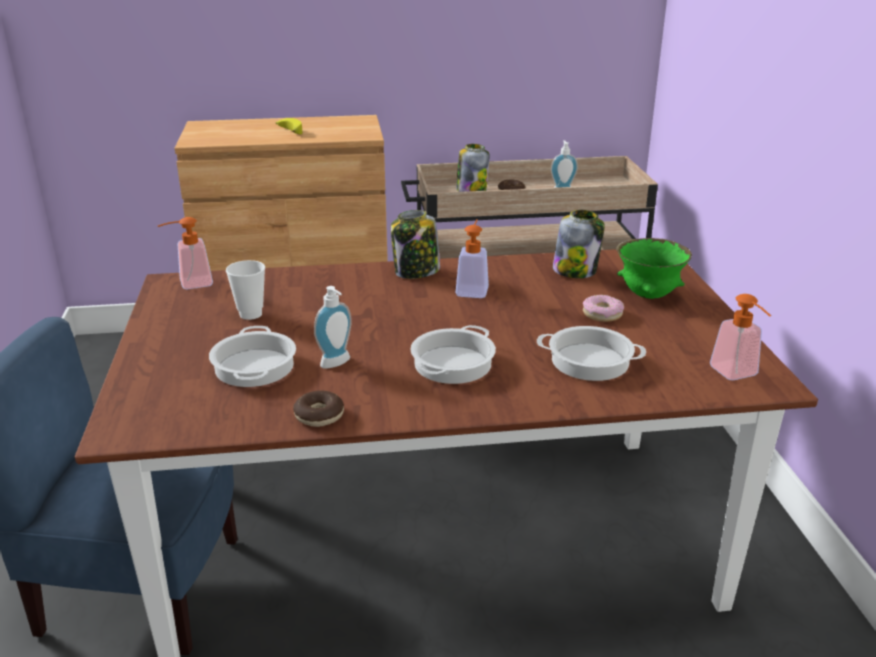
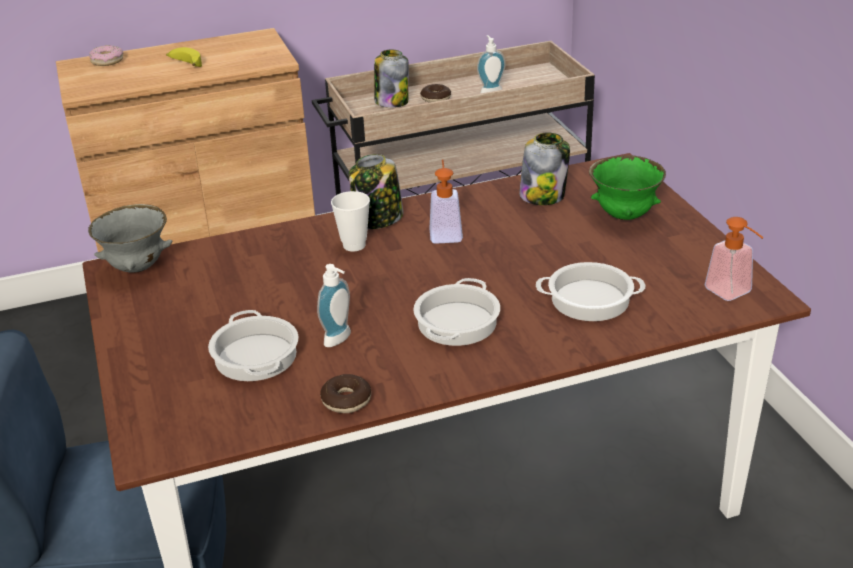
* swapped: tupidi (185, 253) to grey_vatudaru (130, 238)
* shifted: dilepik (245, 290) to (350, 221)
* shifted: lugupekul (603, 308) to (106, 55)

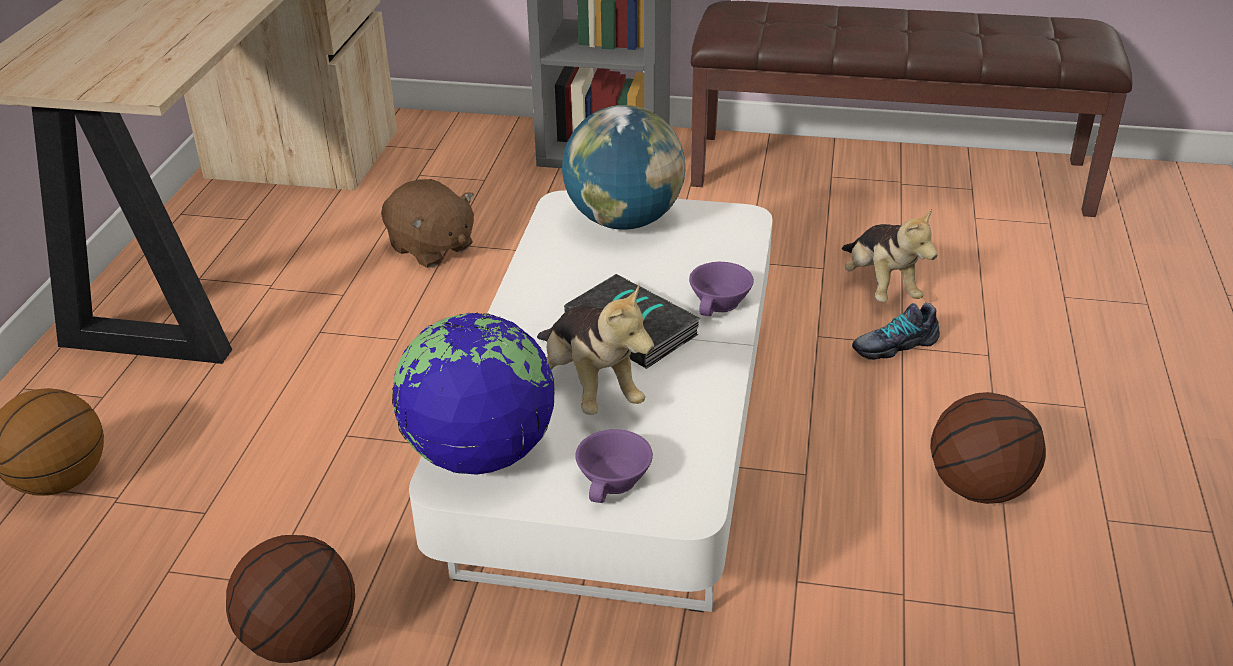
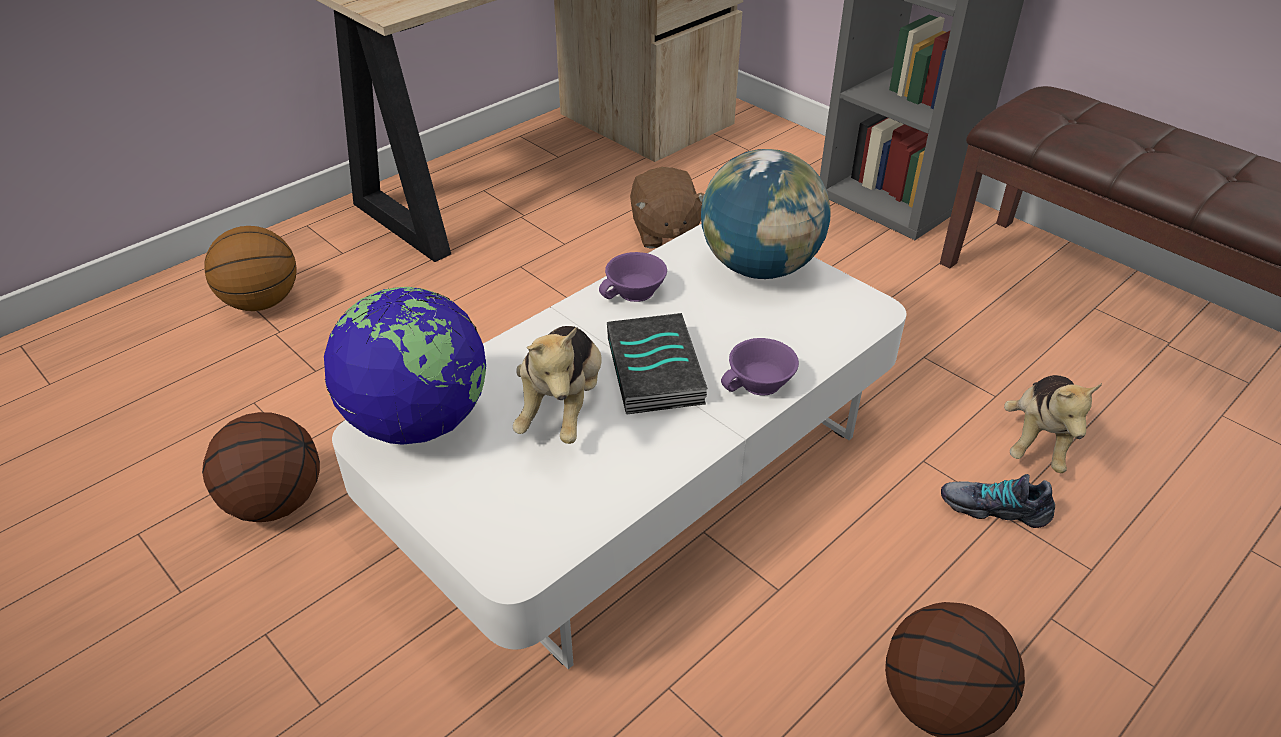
* shifted: purple_dilepik (614, 466) to (633, 277)

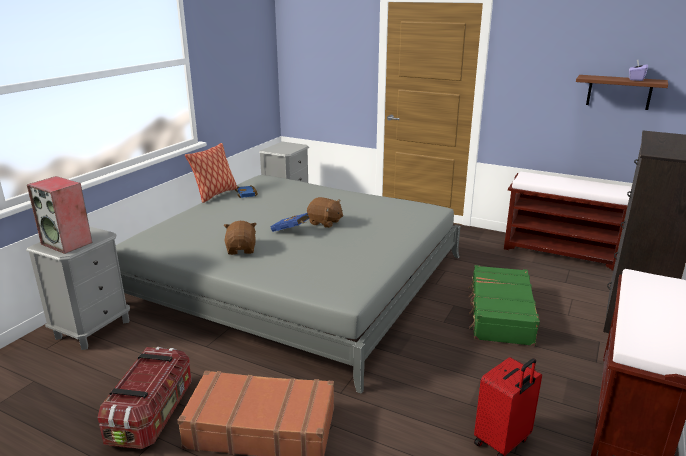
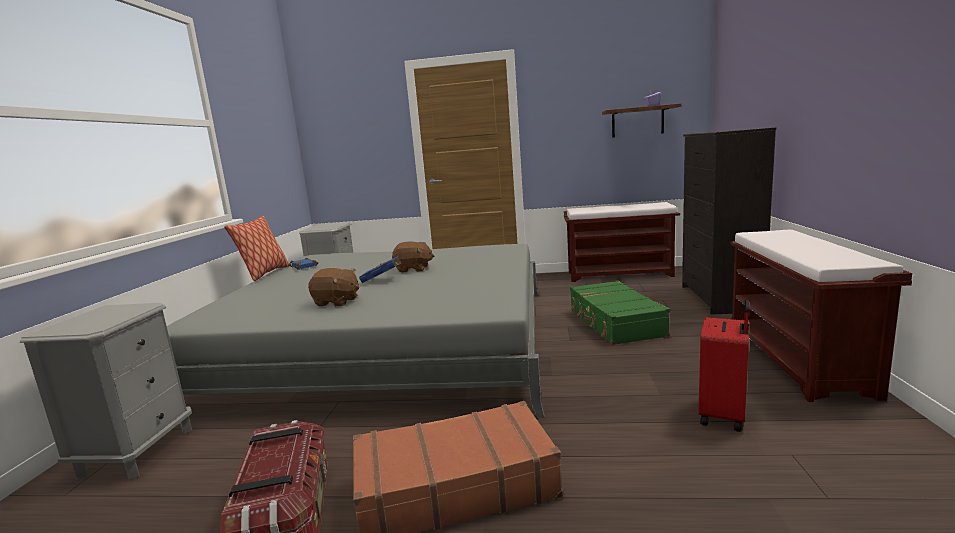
* gone: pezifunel (59, 215)
* rotated: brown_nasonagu (240, 238) = (333, 287) 135 degrees clockwise

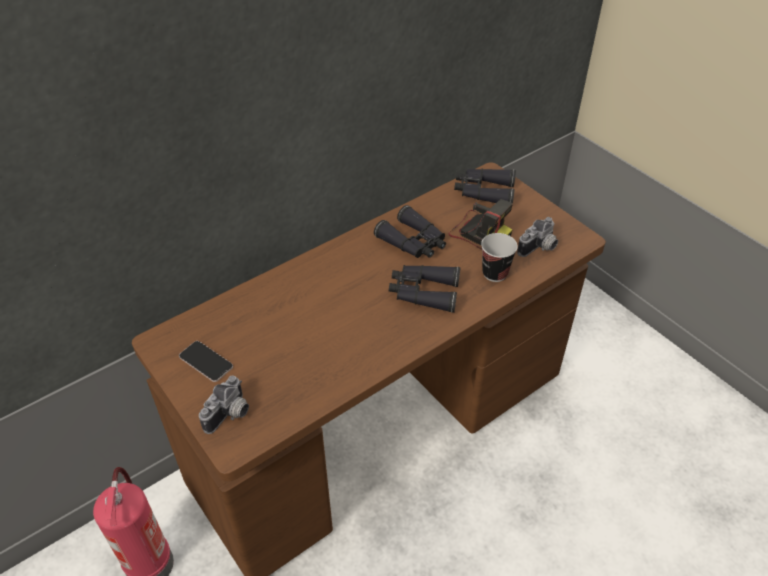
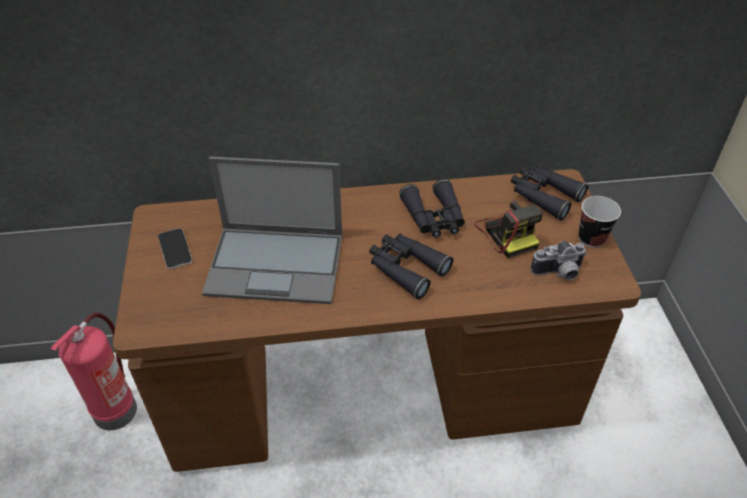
* shifted: dilepik (499, 257) to (600, 222)
* gone: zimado (224, 404)
* new: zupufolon (272, 230)

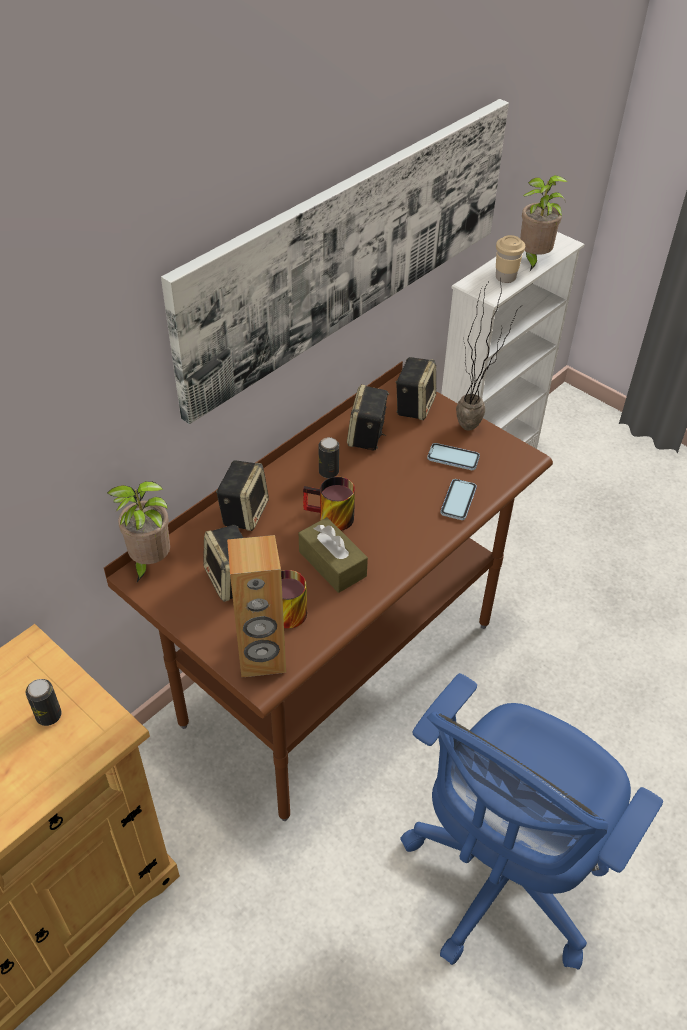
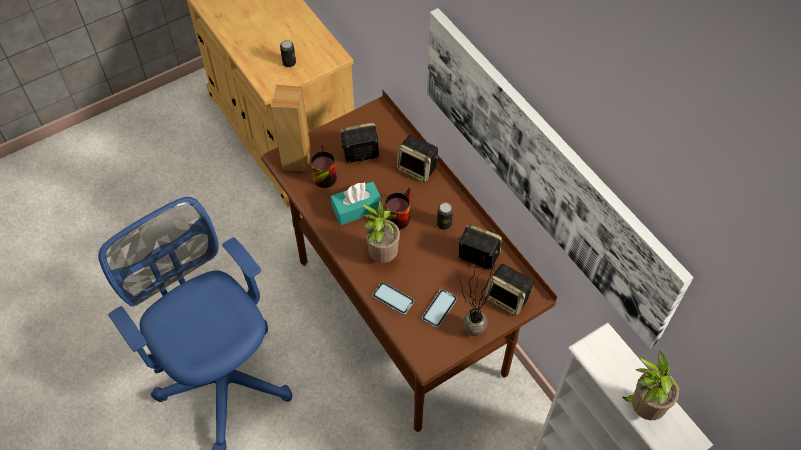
* gone: beige_dilepik (510, 259)
* shifted: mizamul (138, 531) to (381, 231)
* repainted: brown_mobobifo (333, 555) to turquoise_mobobifo (356, 203)

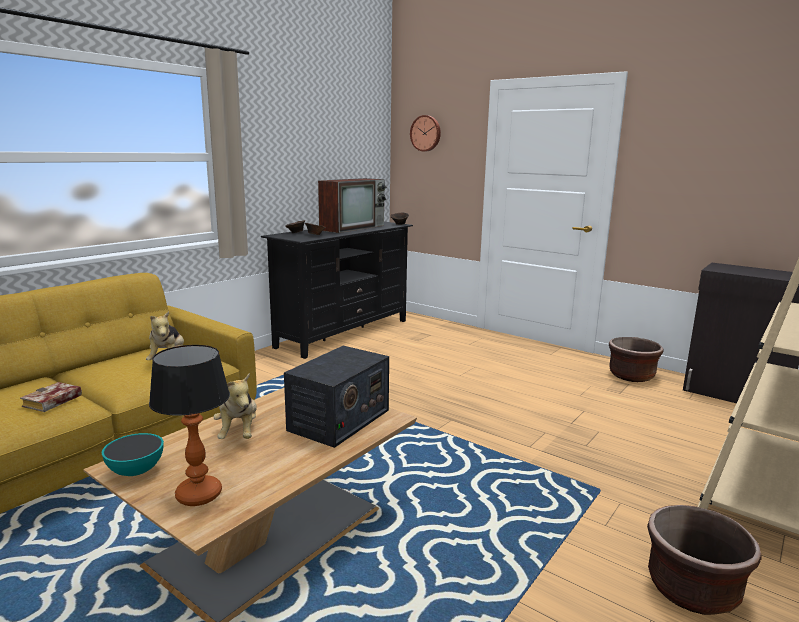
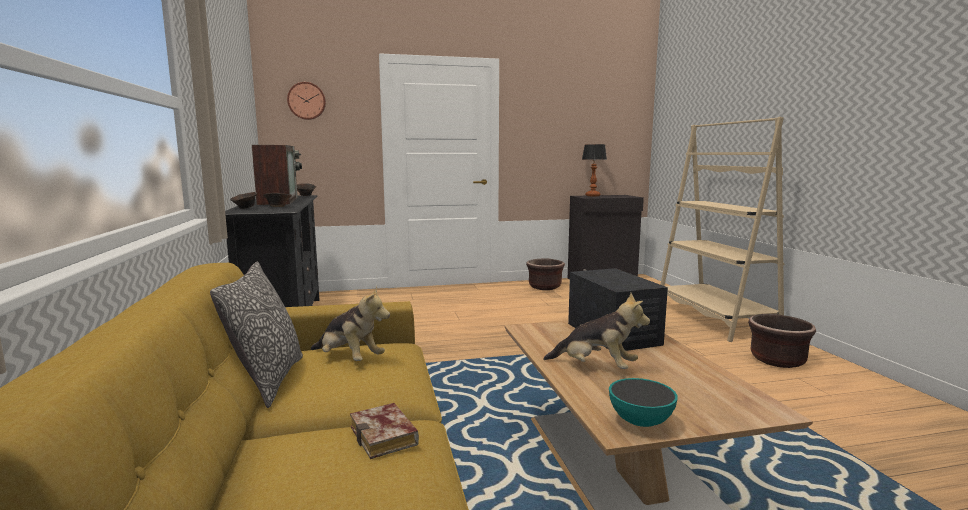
* shifted: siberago (189, 425) to (594, 170)
* new: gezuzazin (256, 335)

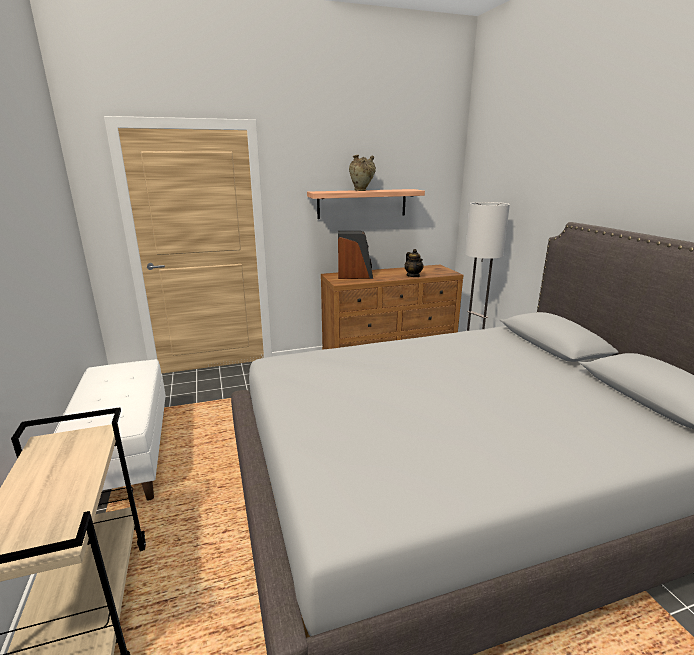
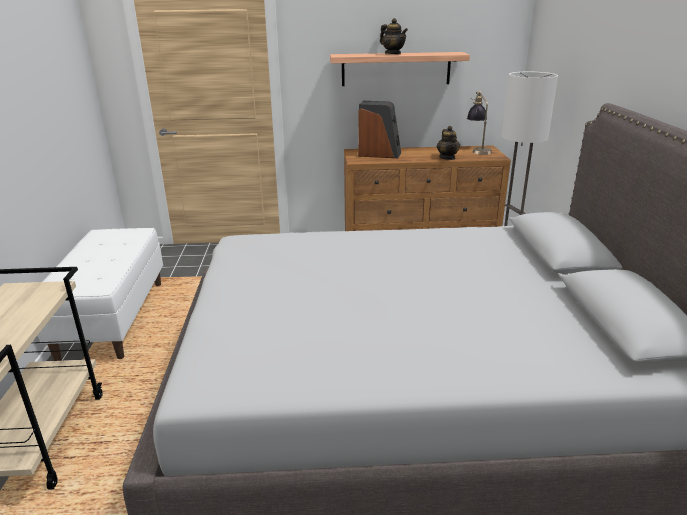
* swapped: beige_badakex (362, 173) to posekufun (394, 36)
* new: siberago (479, 123)

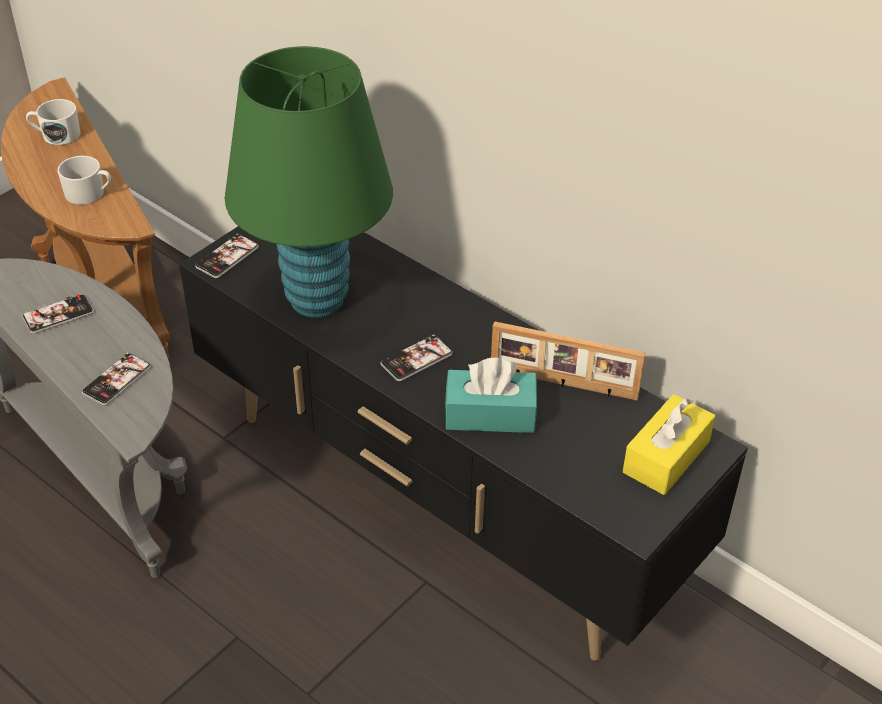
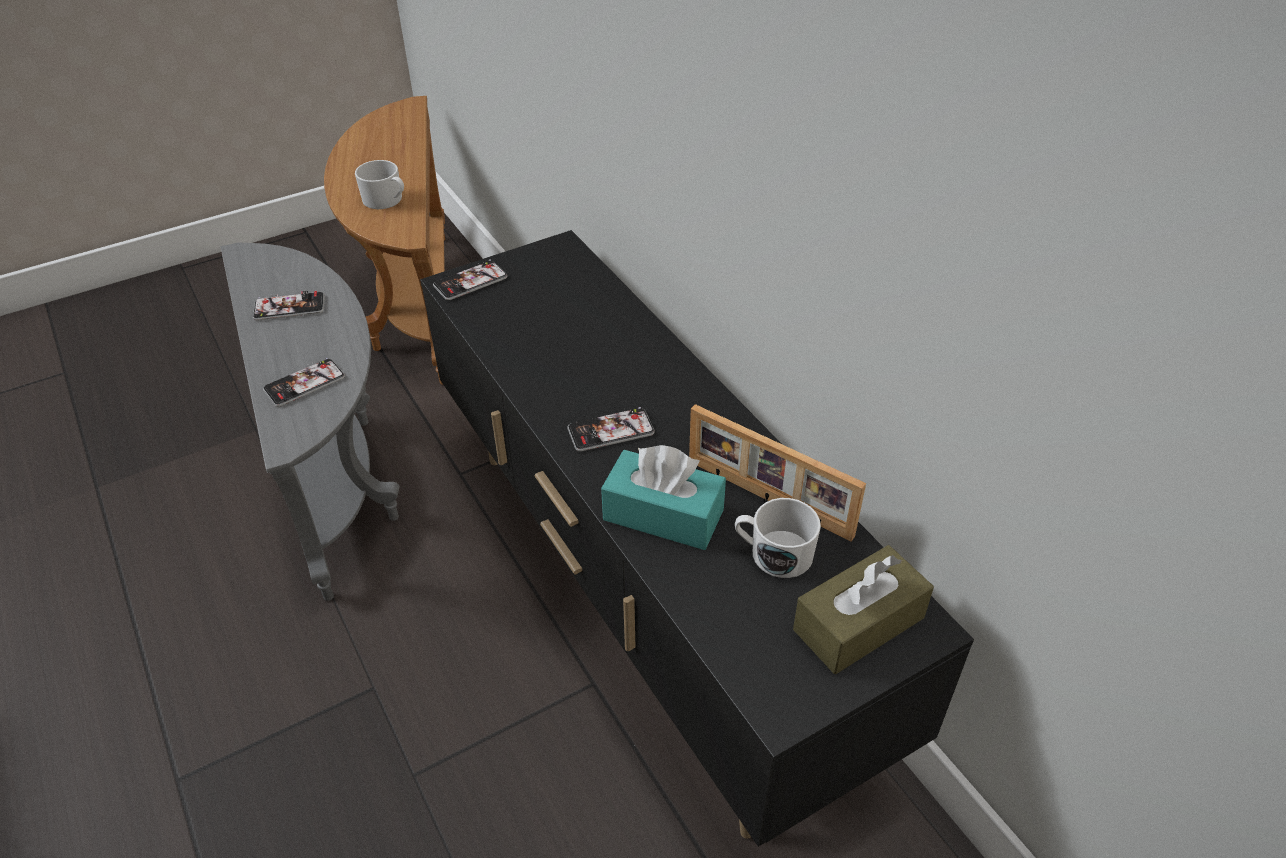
* gone: green_siberago (309, 182)
* shifted: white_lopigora (53, 122) to (778, 538)
* repainted: yellow_mobobifo (669, 444) to brown_mobobifo (863, 609)

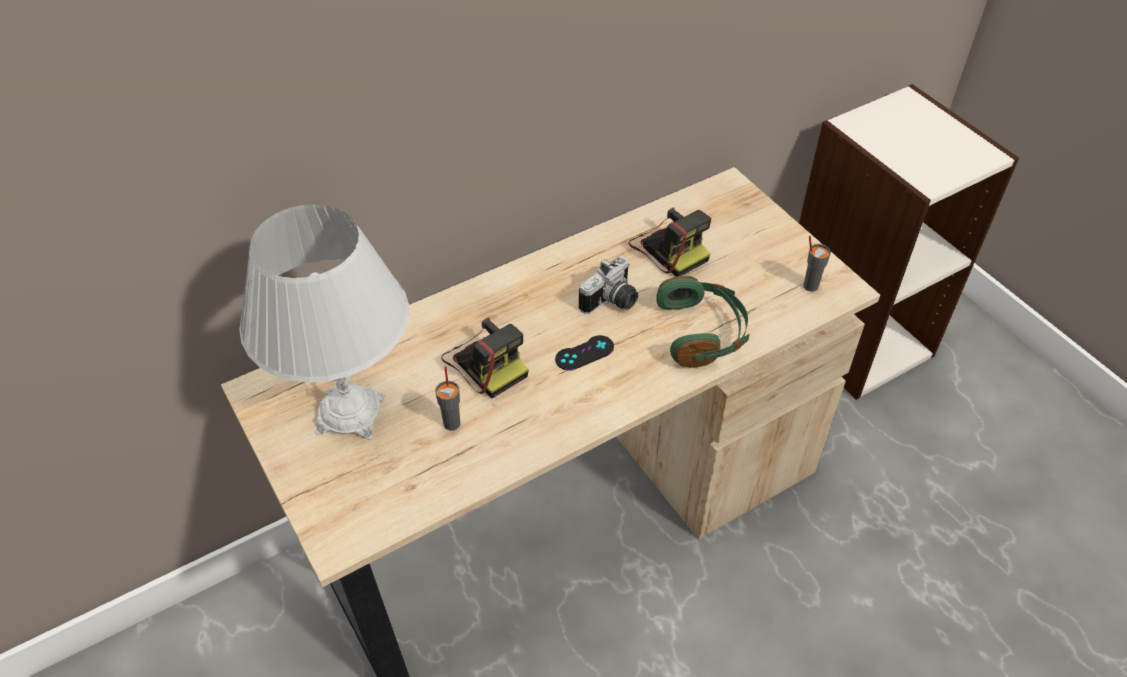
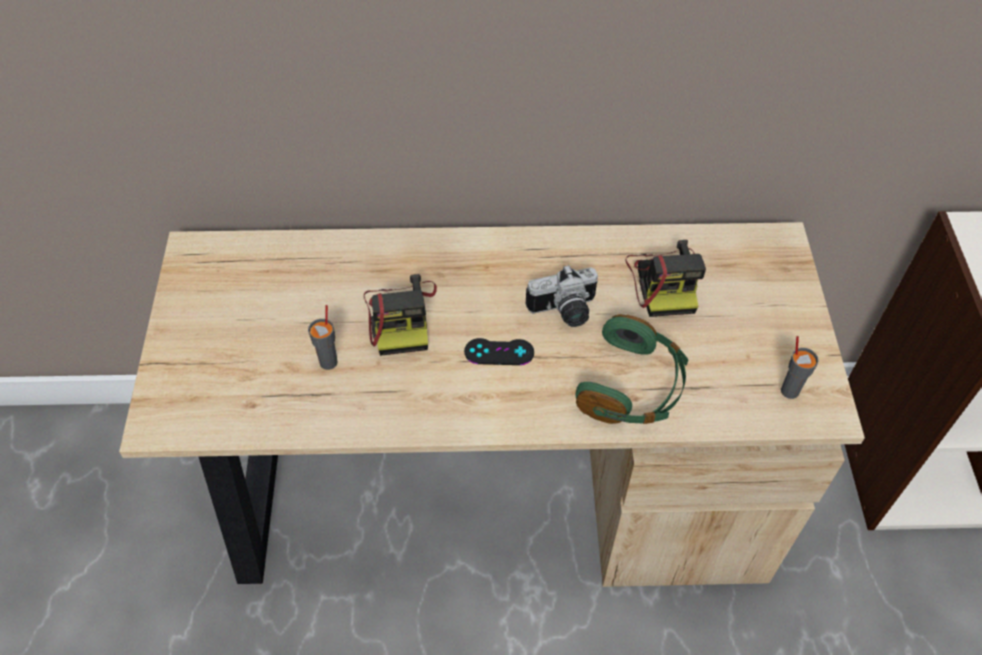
* gone: white_siberago (324, 322)

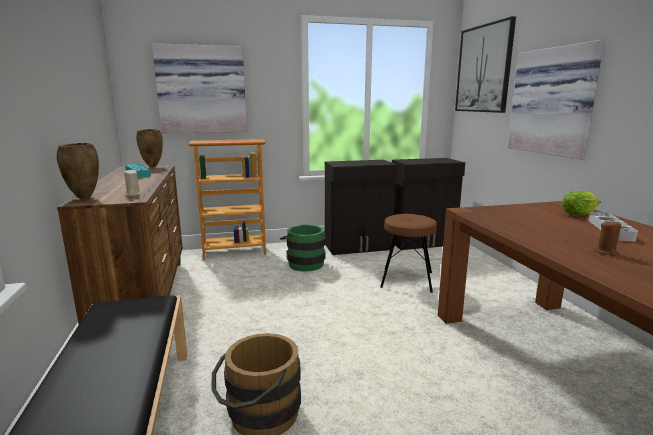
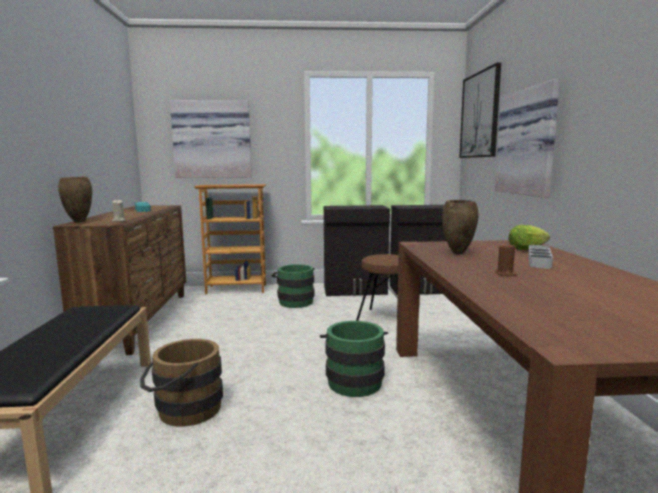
* shifted: brown_badakex (149, 148) to (460, 227)
* new: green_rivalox (354, 359)

